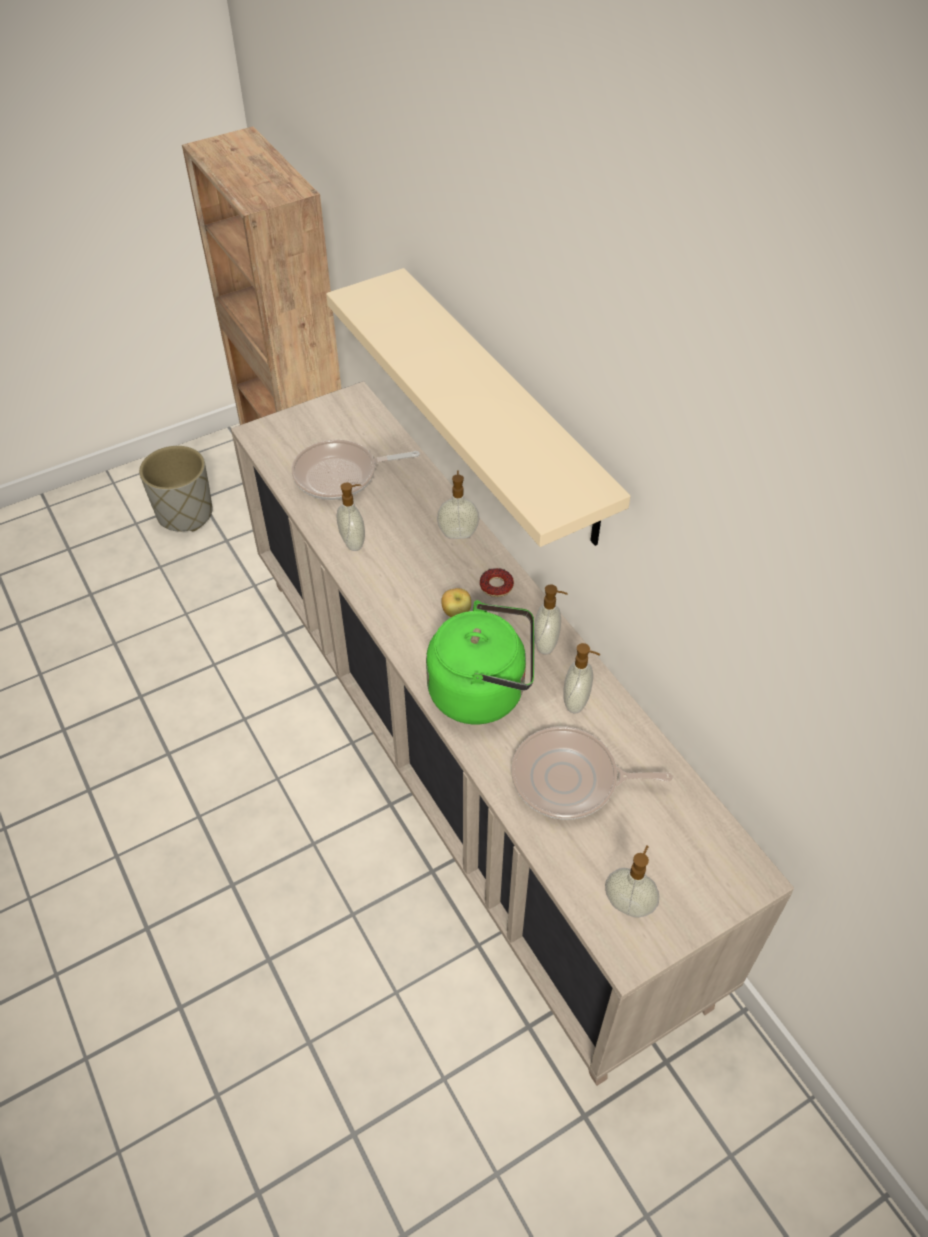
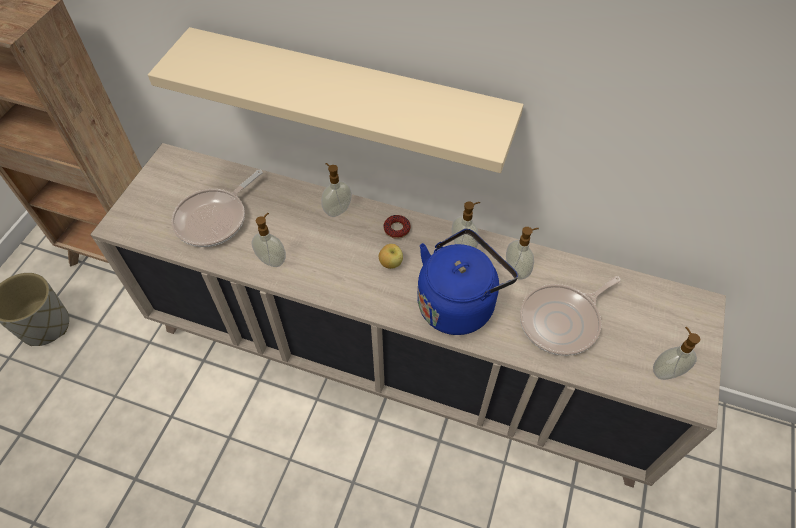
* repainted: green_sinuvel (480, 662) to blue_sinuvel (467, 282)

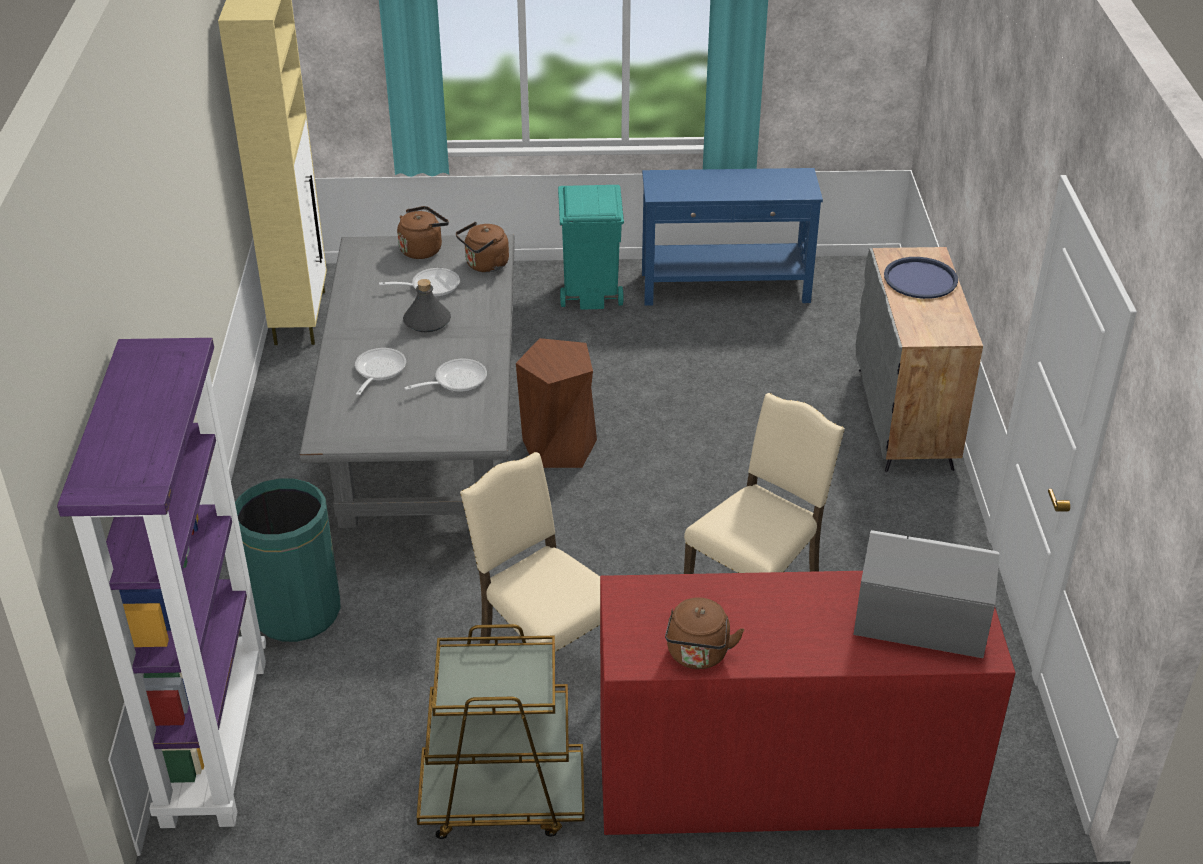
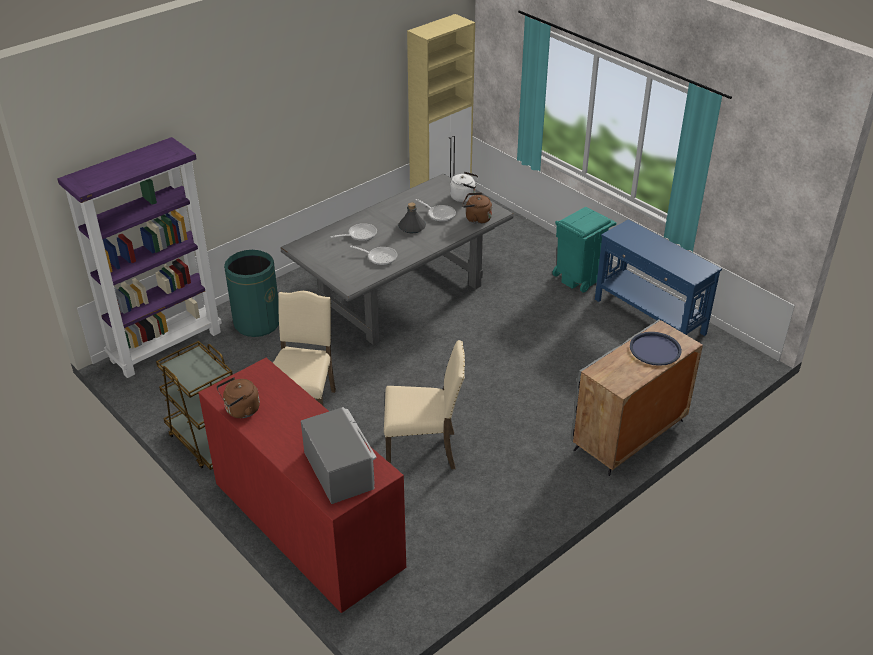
* repainted: brown_sinuvel (423, 232) to white_sinuvel (464, 187)
* gone: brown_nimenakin (556, 403)

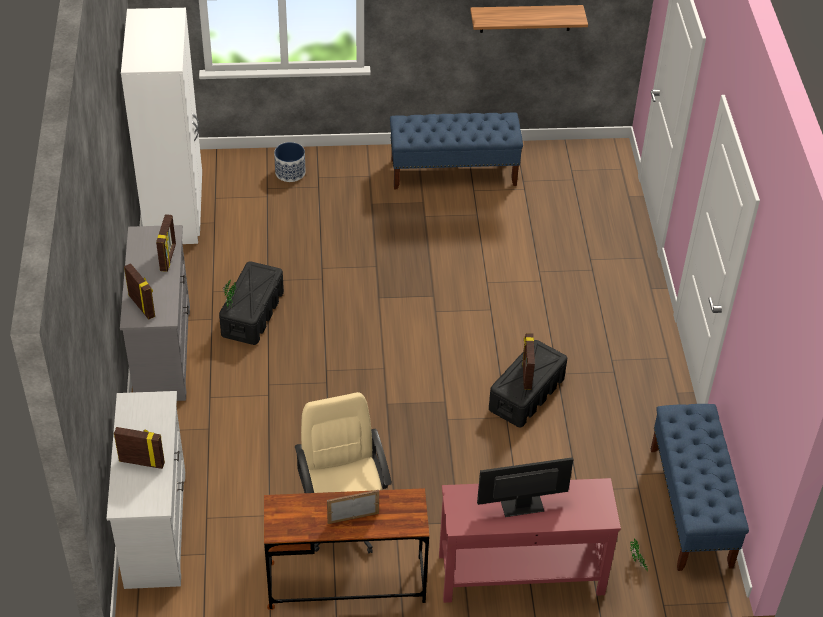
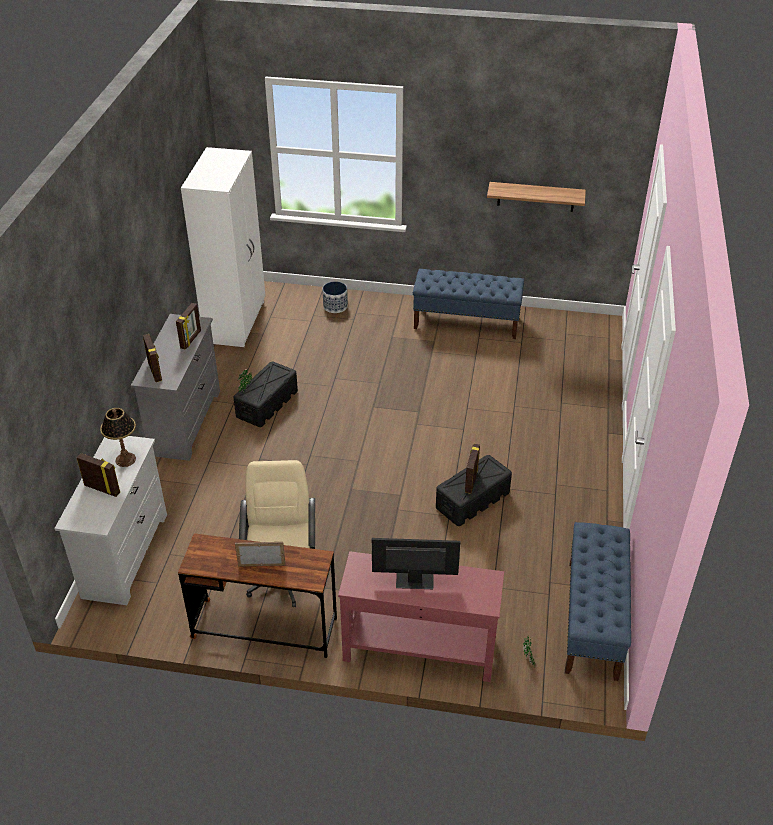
* new: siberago (118, 437)

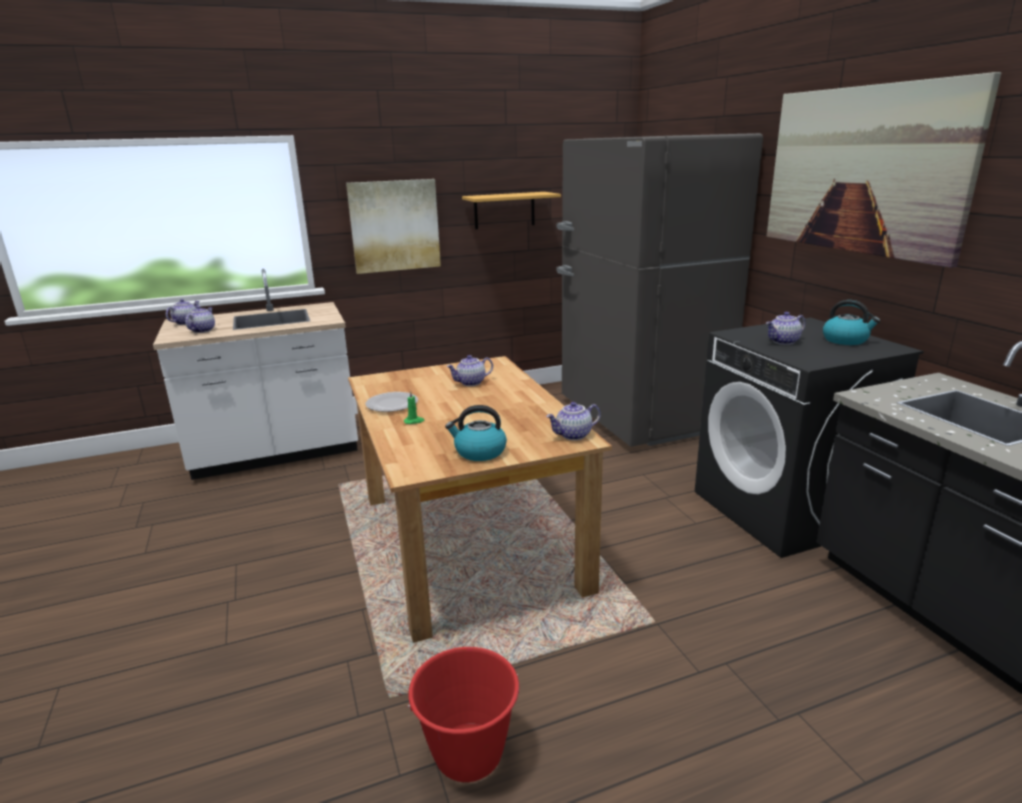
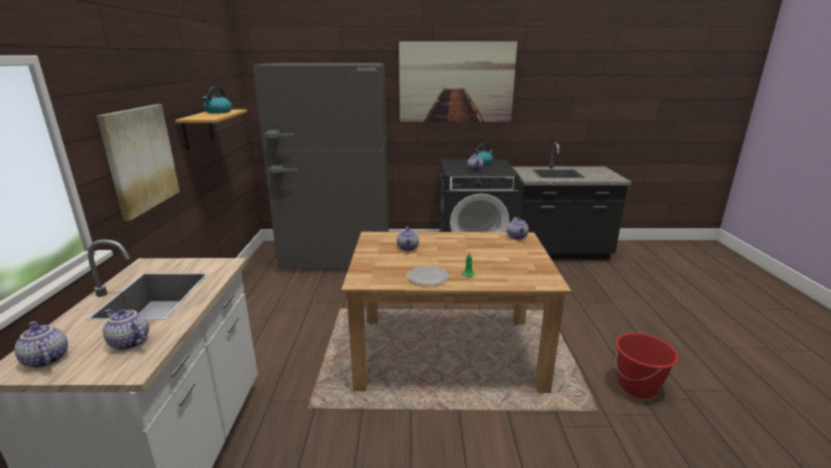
* shifted: sinuvel (476, 433) to (217, 100)

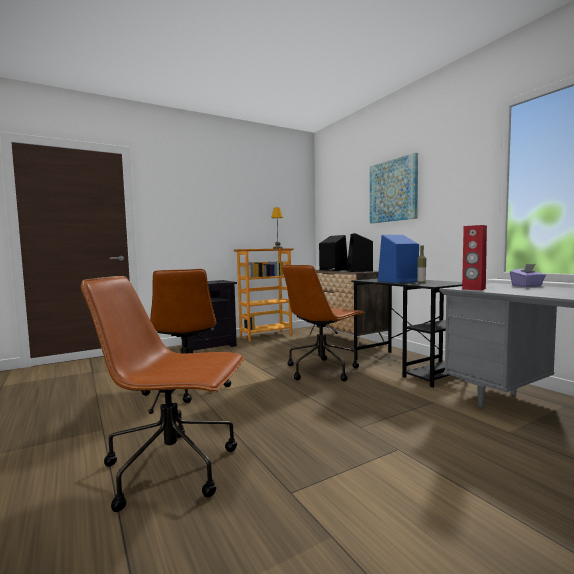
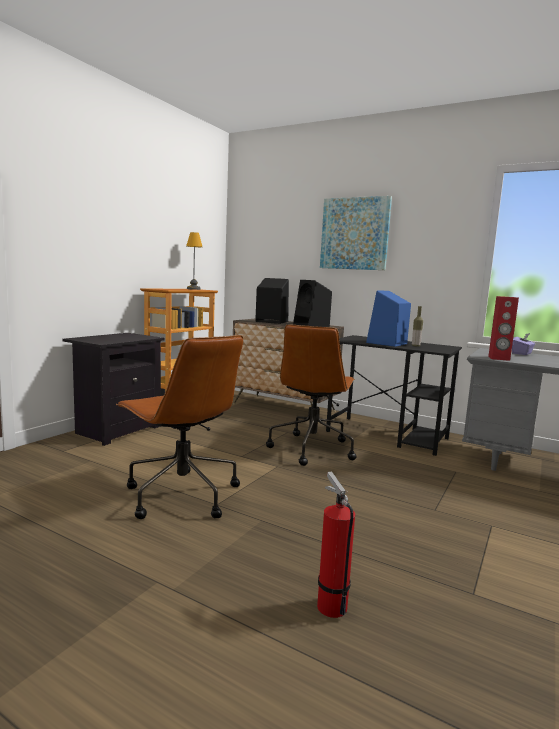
* swapped: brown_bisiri (162, 394) to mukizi (336, 545)

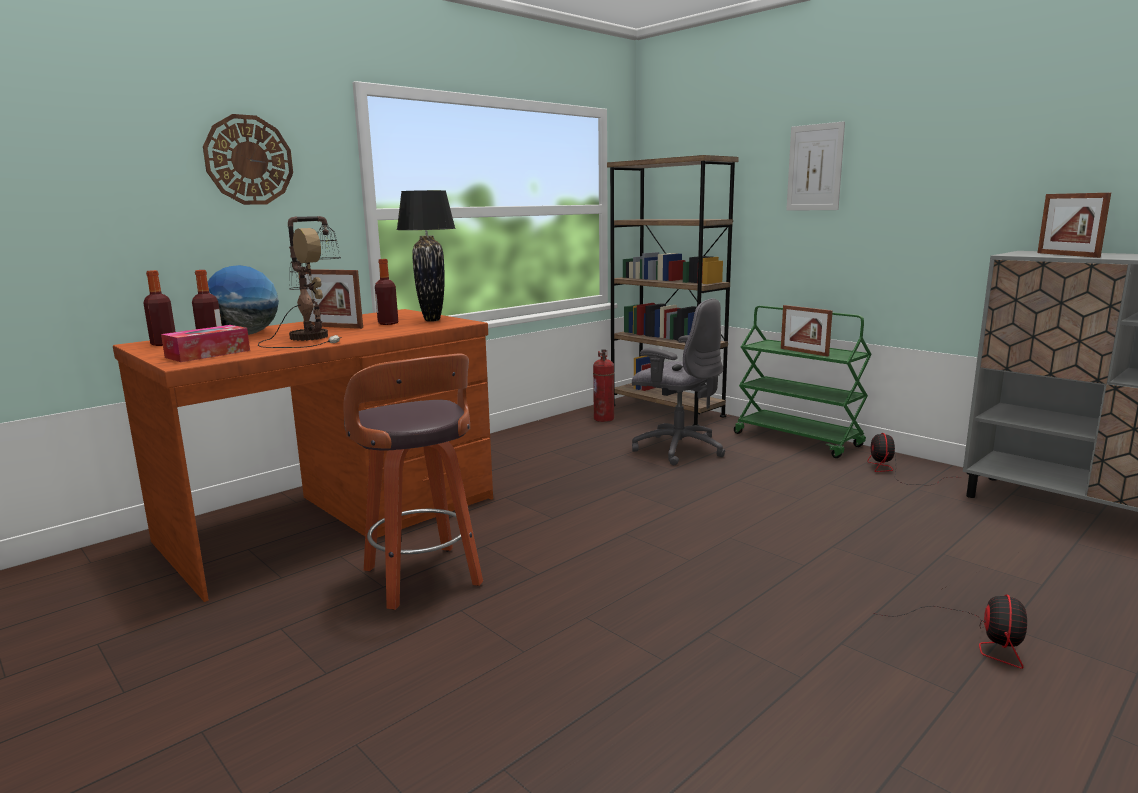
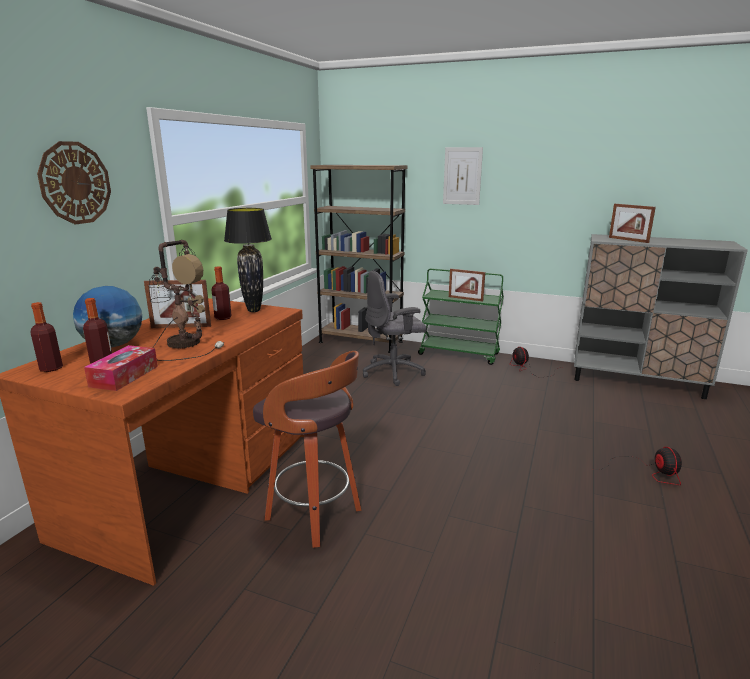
* rotated: grey_bisiri (678, 381) = (395, 328) 150 degrees clockwise
* gone: mukizi (603, 385)

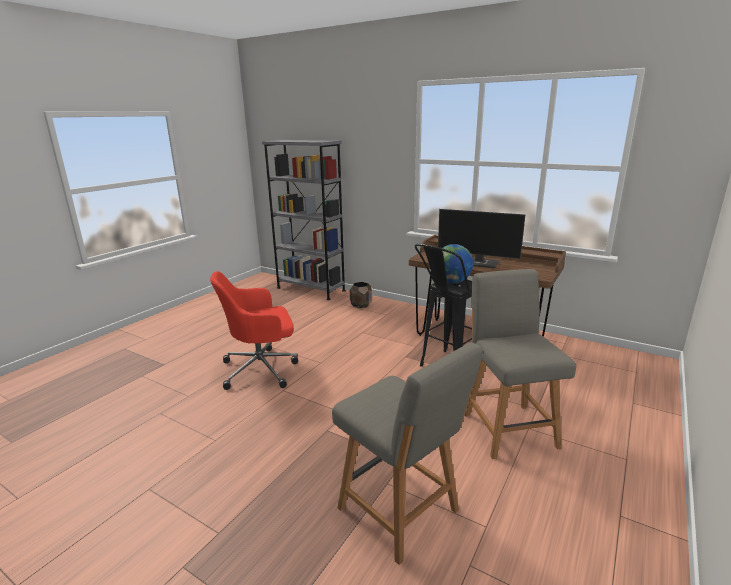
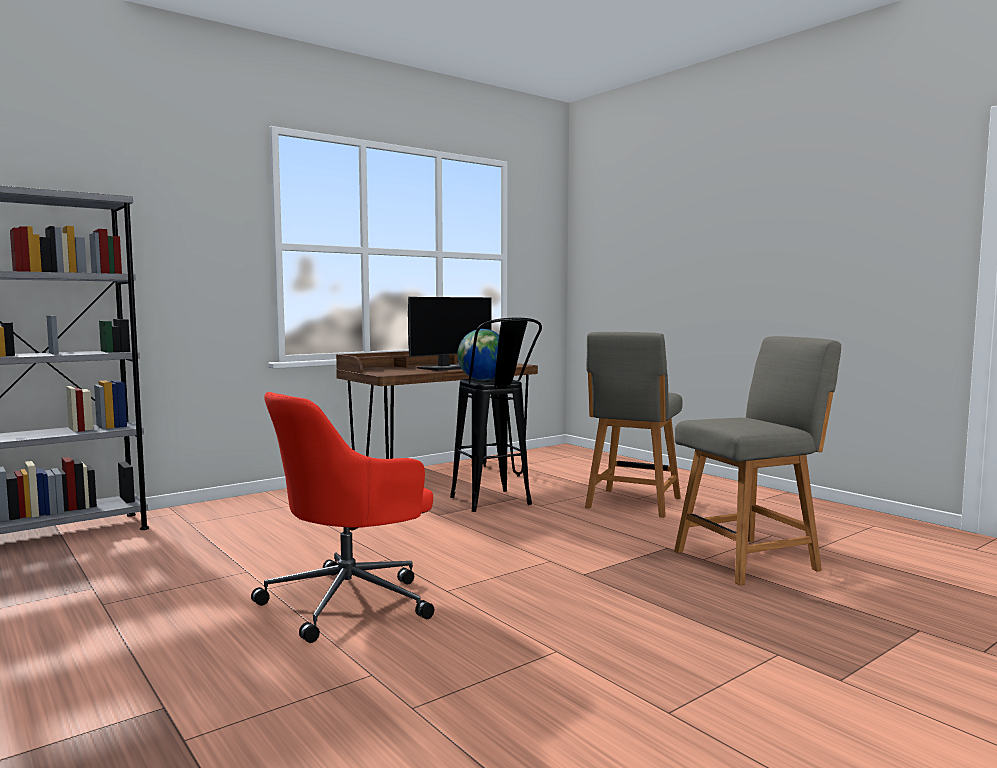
* rotated: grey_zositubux (520, 364) = (634, 425) 75 degrees counterclockwise
* rotated: red_bisiri (254, 330) = (343, 517) 45 degrees clockwise
* gone: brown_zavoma (361, 295)

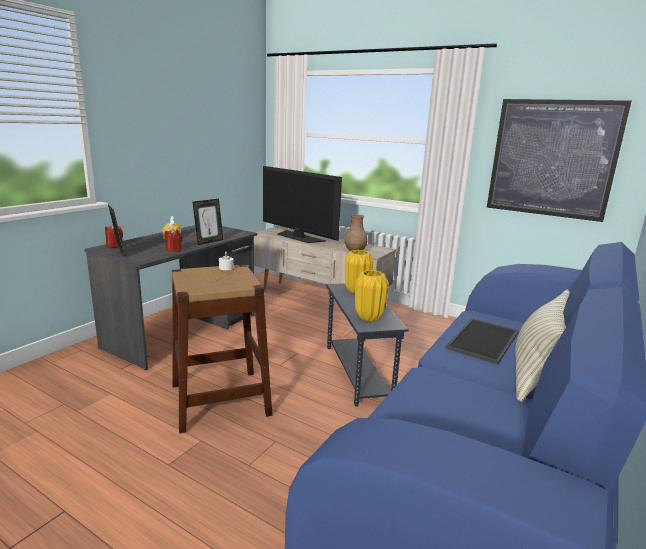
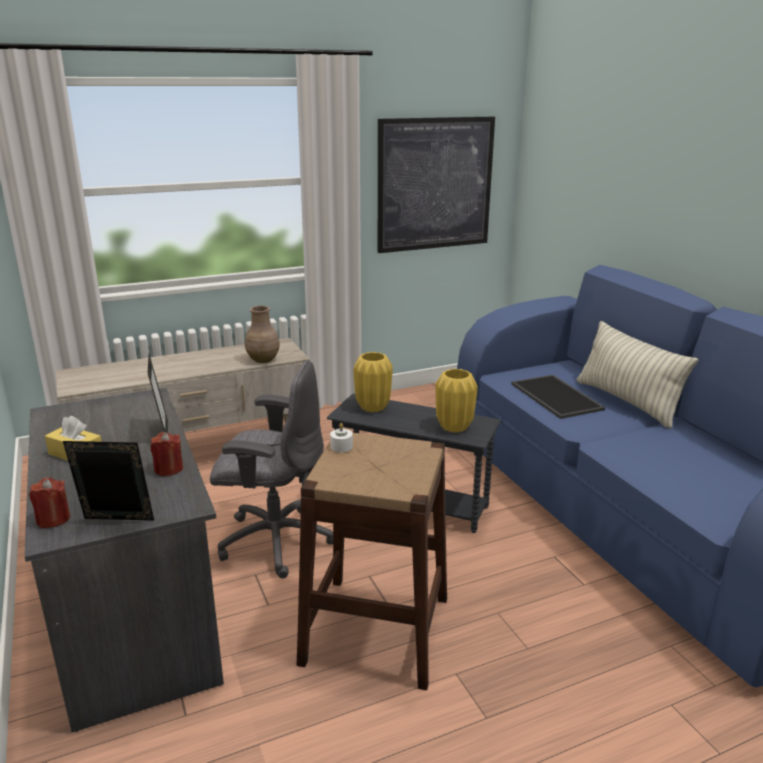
* gone: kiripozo (302, 204)
* new: grey_bisiri (271, 469)

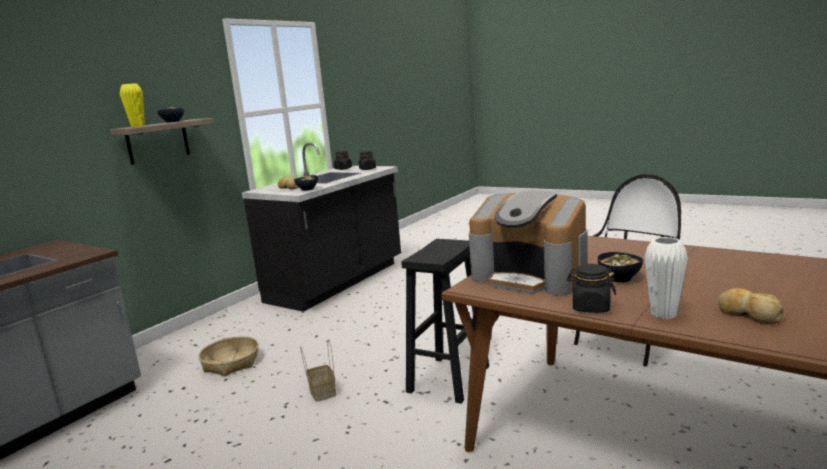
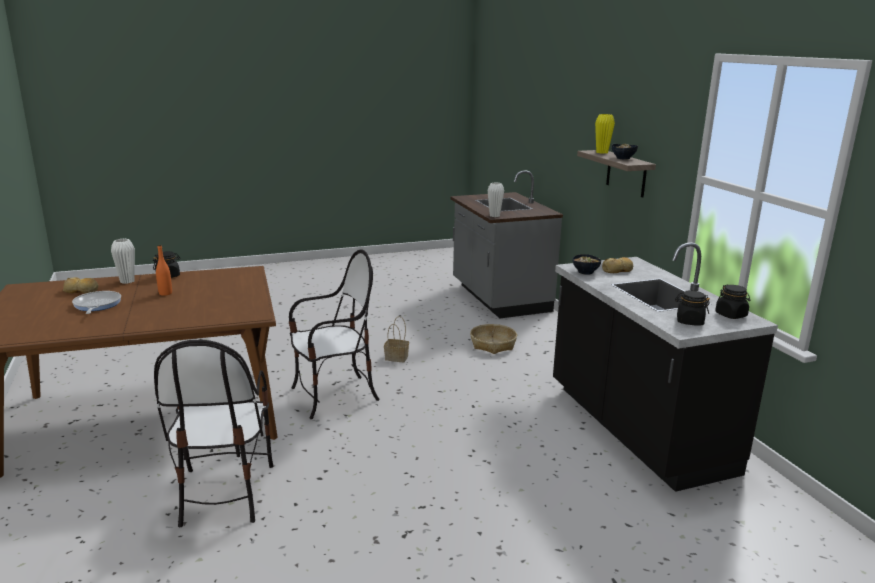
* gone: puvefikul (528, 243)
* swapped: black_nimenakin (445, 321) to zositubux (334, 334)
* swapped: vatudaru (620, 267) to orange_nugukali (164, 270)
* new: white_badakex (496, 200)
* new: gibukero (96, 302)

